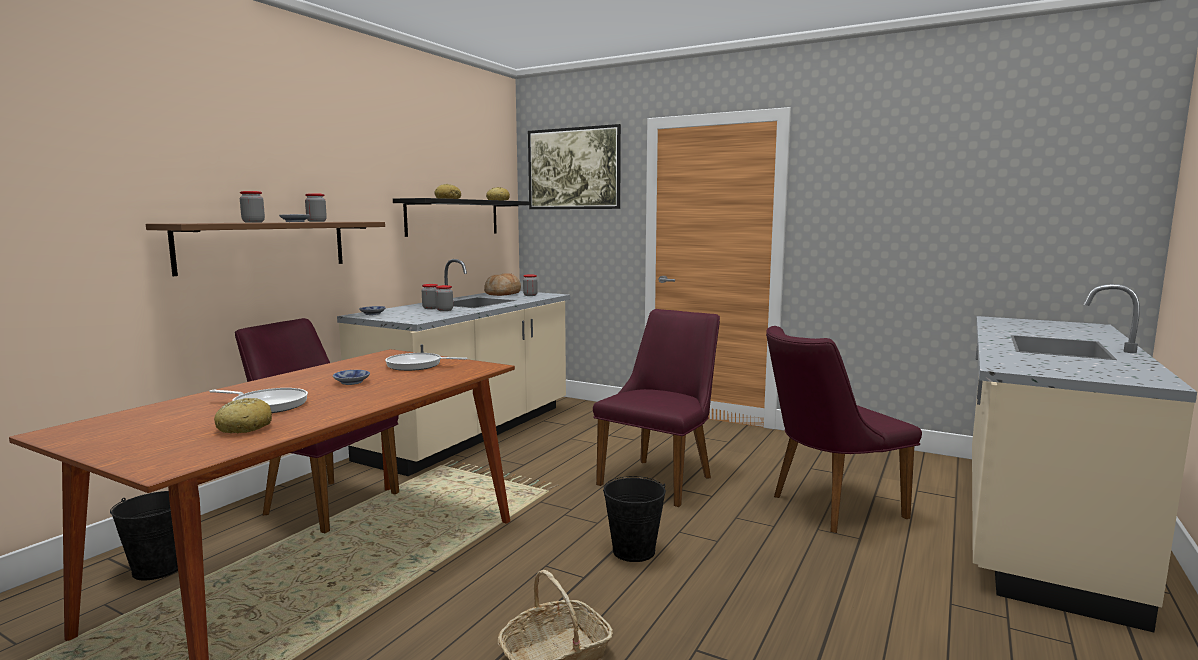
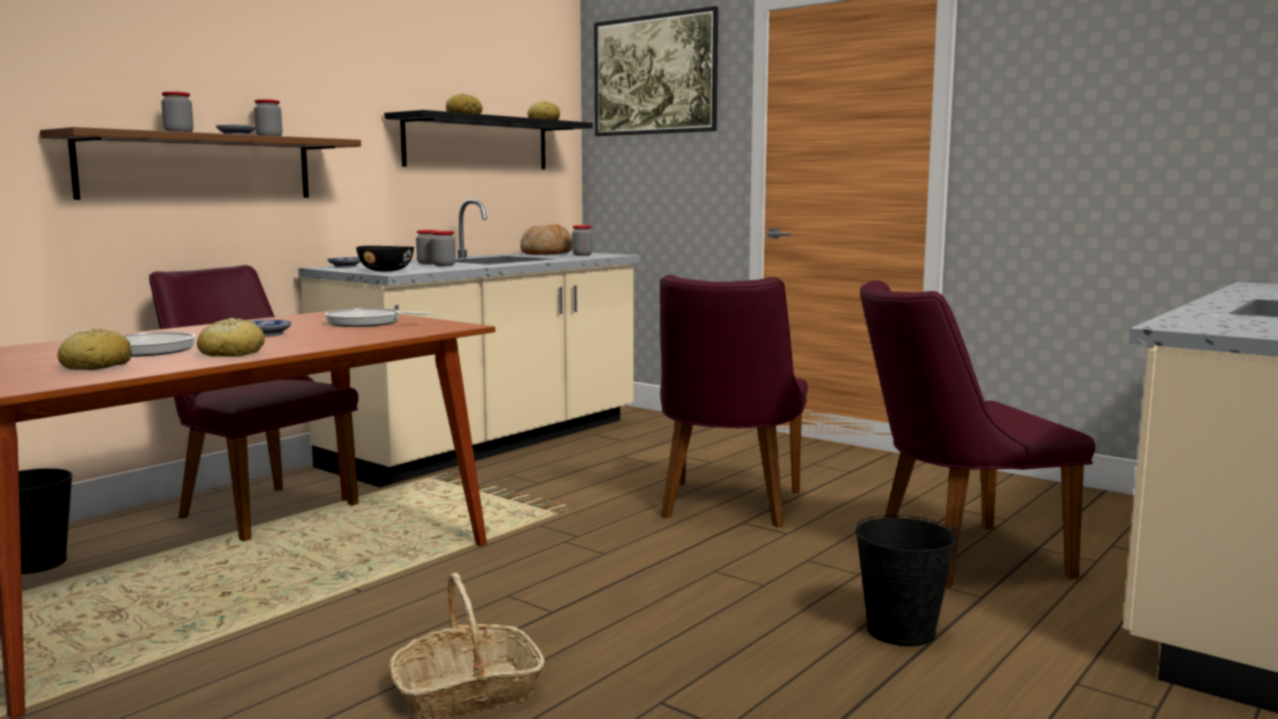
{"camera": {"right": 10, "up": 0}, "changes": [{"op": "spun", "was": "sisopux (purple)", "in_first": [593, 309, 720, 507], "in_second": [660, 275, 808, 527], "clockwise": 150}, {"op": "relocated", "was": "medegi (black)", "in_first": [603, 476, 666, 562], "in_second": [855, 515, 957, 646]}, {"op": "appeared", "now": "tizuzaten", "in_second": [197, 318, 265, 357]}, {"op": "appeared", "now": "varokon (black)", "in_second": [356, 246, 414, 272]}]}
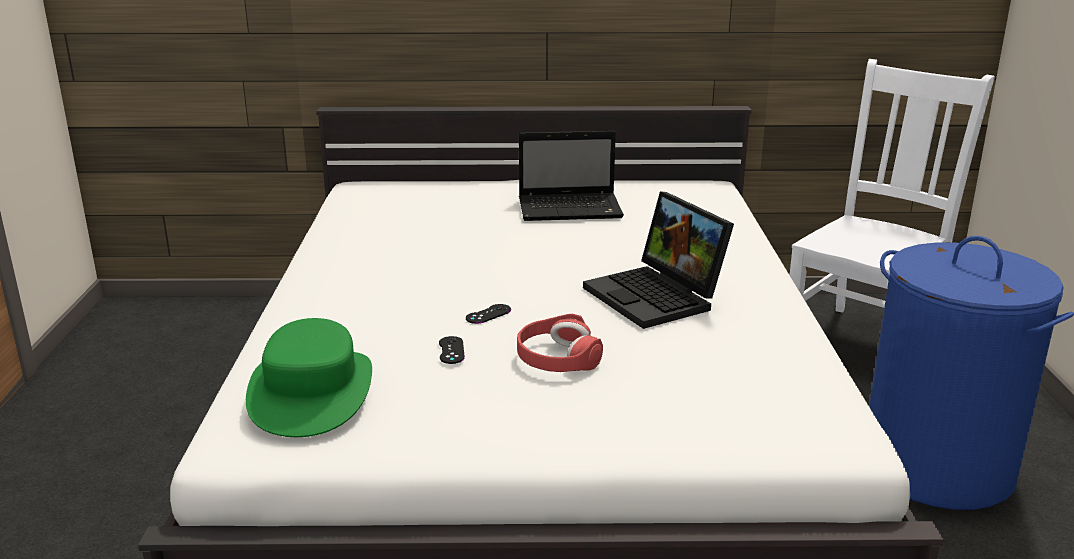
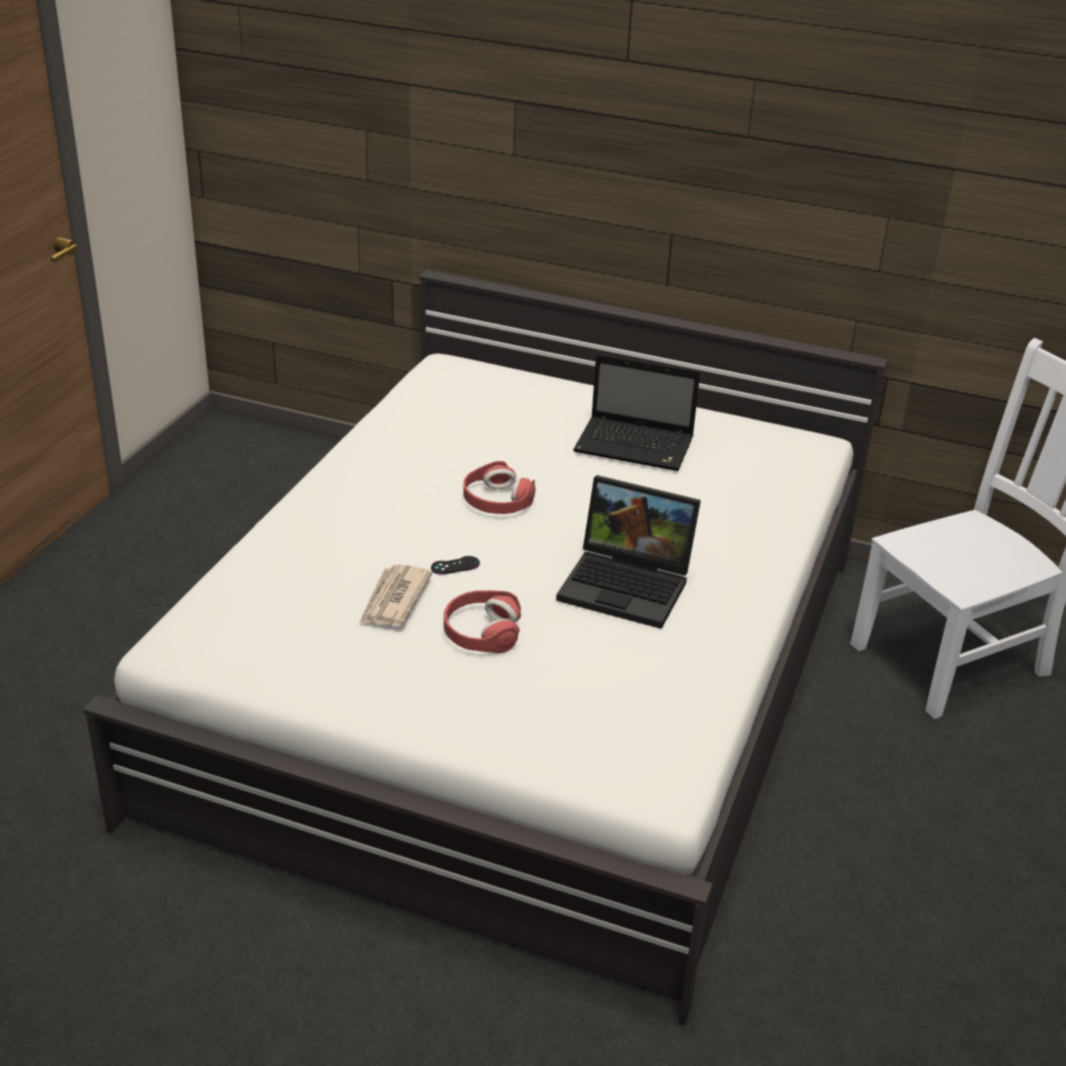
{"camera": {"right": 20, "up": 10}, "changes": [{"op": "missing", "was": "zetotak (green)", "in_first": [246, 318, 372, 437]}, {"op": "exchanged", "was": "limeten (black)", "now": "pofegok", "in_first": [439, 336, 465, 364], "in_second": [360, 564, 433, 626]}, {"op": "spun", "was": "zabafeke", "in_first": [583, 191, 734, 329], "in_second": [556, 475, 701, 629], "clockwise": -60}, {"op": "missing", "was": "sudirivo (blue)", "in_first": [869, 236, 1074, 510]}, {"op": "appeared", "now": "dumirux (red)", "in_second": [463, 461, 535, 514]}]}
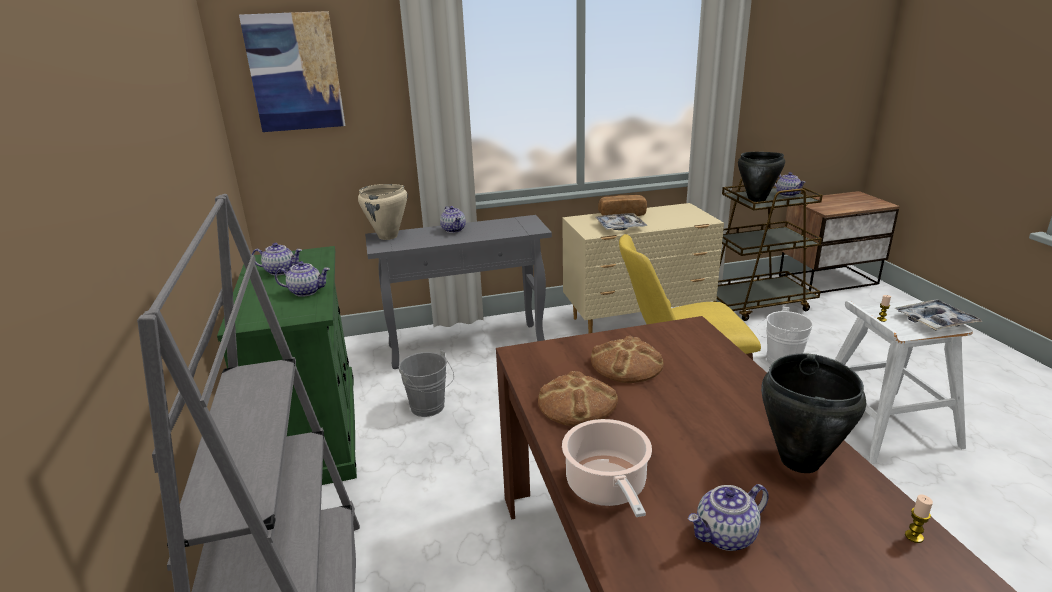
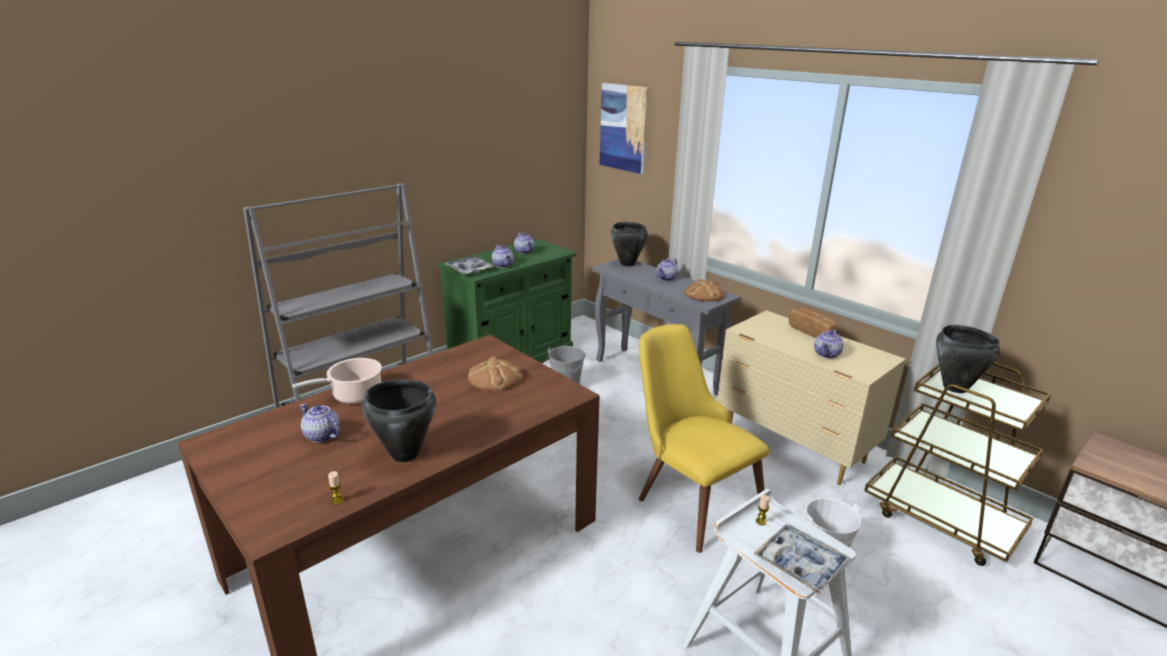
{"camera": {"right": 60, "up": 0}, "changes": [{"op": "colour", "was": "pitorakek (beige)", "now": "pitorakek (black)", "in_first": [358, 184, 407, 240], "in_second": [611, 222, 648, 266]}, {"op": "relocated", "was": "tizuzaten", "in_first": [538, 371, 618, 426], "in_second": [684, 279, 725, 301]}, {"op": "relocated", "was": "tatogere", "in_first": [596, 213, 647, 230], "in_second": [445, 256, 494, 274]}, {"op": "relocated", "was": "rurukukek", "in_first": [774, 172, 806, 197], "in_second": [814, 329, 843, 359]}]}
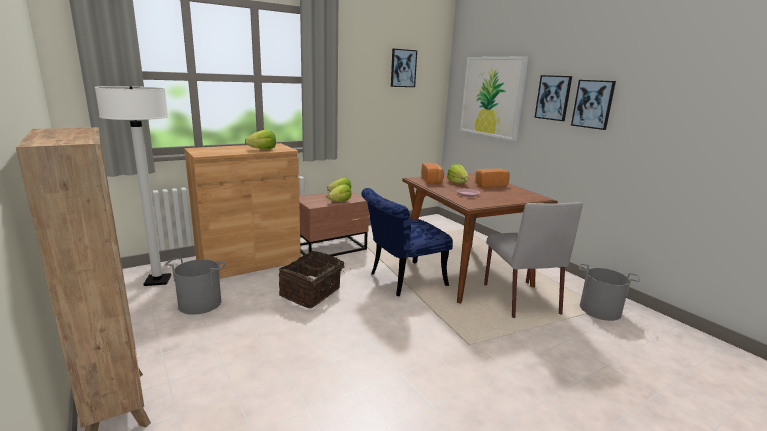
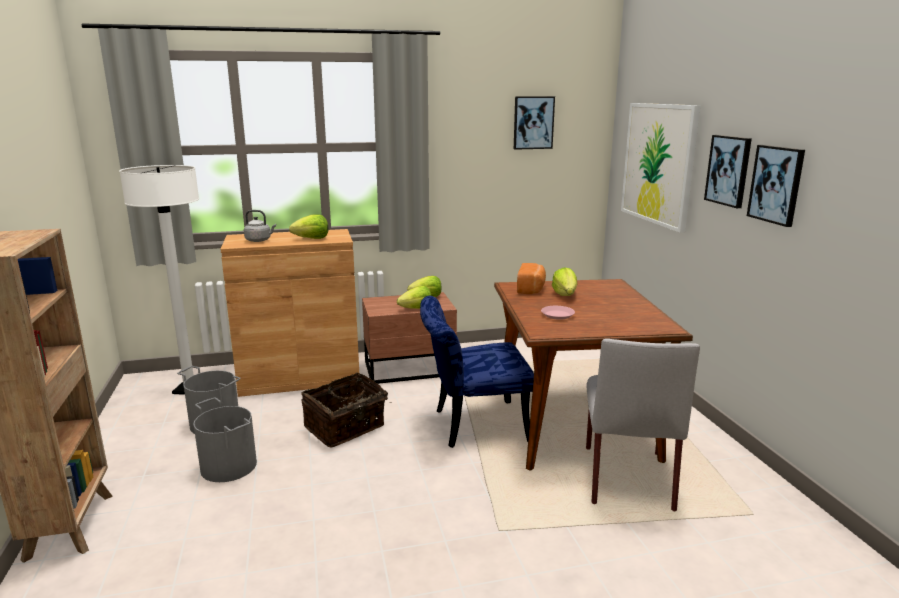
{"camera": {"right": 20, "up": 0}, "changes": [{"op": "missing", "was": "tizuzaten", "in_first": [475, 169, 510, 187]}, {"op": "relocated", "was": "medegi (grey)", "in_first": [579, 263, 640, 321], "in_second": [194, 398, 257, 482]}, {"op": "appeared", "now": "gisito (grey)", "in_second": [244, 210, 276, 242]}]}
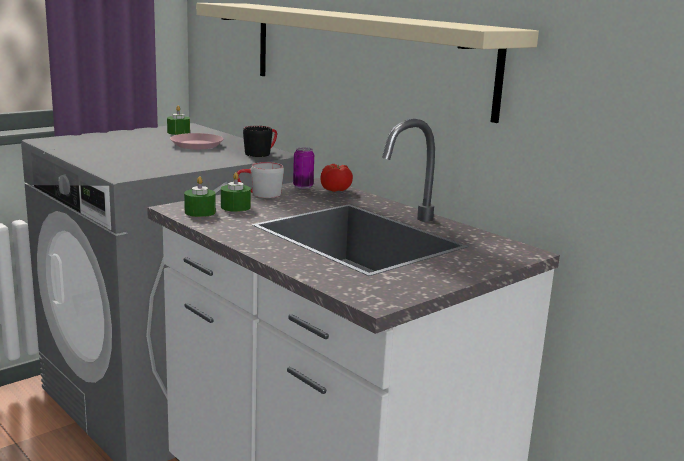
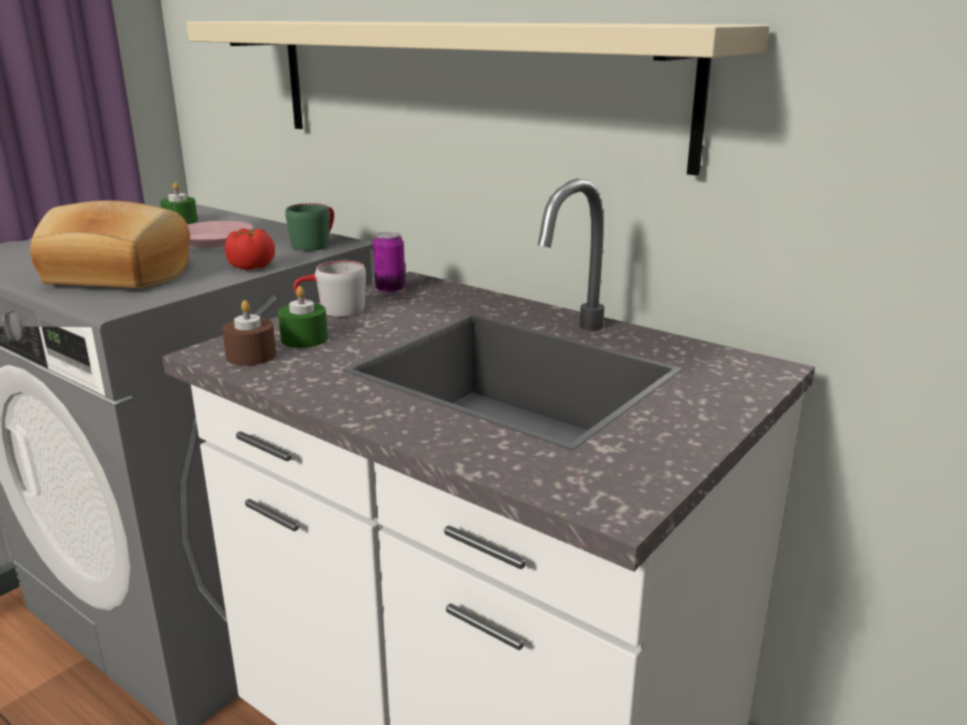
{"camera": {"right": -10, "up": 5}, "changes": [{"op": "colour", "was": "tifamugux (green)", "now": "tifamugux (brown)", "in_first": [184, 177, 216, 217], "in_second": [222, 300, 276, 366]}, {"op": "colour", "was": "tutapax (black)", "now": "tutapax (green)", "in_first": [243, 126, 277, 157], "in_second": [285, 203, 334, 251]}, {"op": "relocated", "was": "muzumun", "in_first": [320, 164, 353, 192], "in_second": [225, 228, 275, 270]}, {"op": "appeared", "now": "tizuzaten", "in_second": [30, 200, 190, 288]}]}
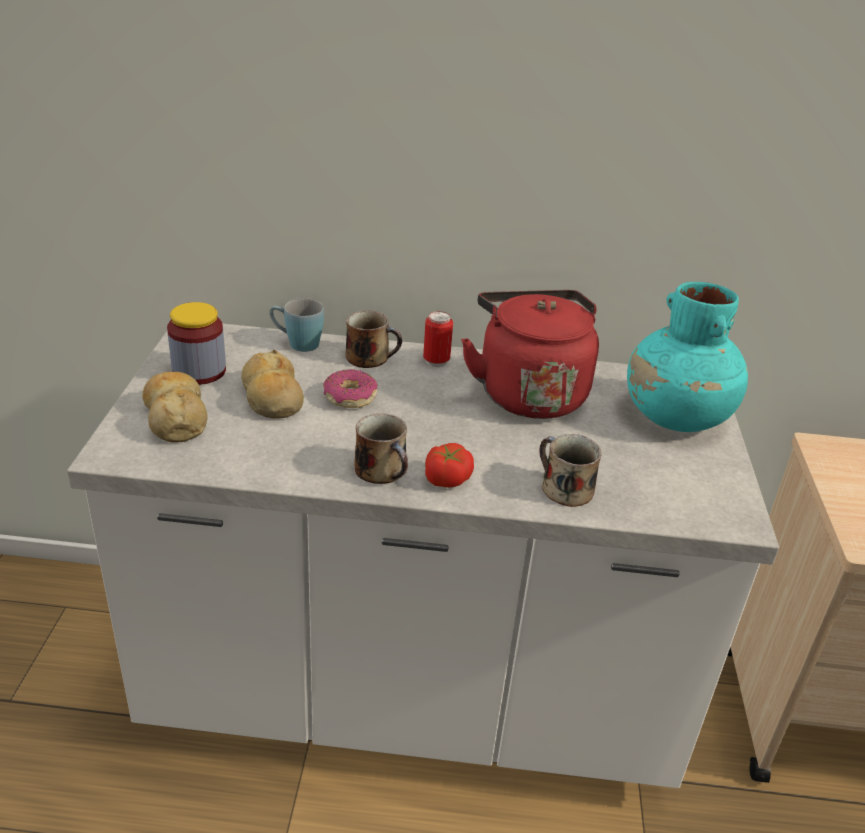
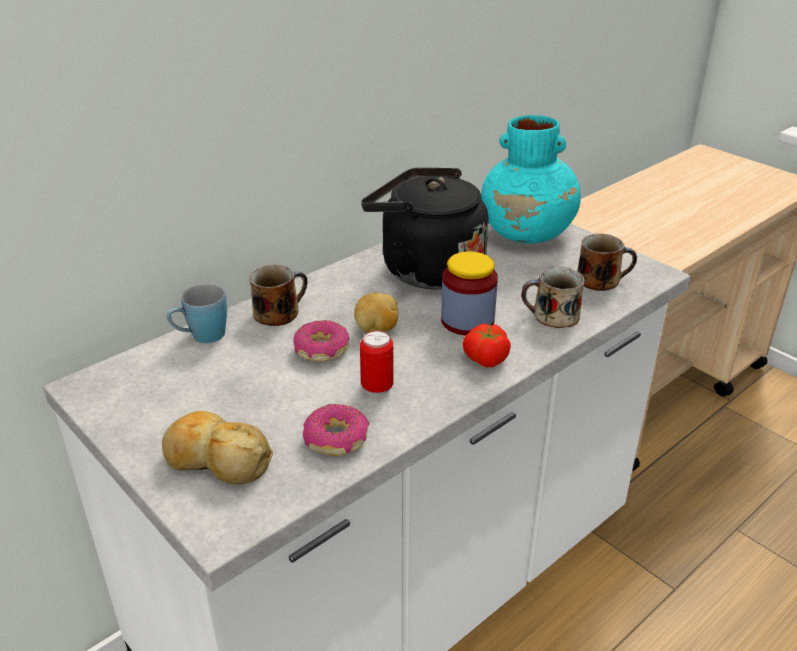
{"camera": {"right": -45, "up": 0}, "changes": [{"op": "relocated", "was": "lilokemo", "in_first": [167, 302, 226, 385], "in_second": [441, 251, 498, 336]}, {"op": "missing", "was": "tizuzaten", "in_first": [241, 349, 304, 418]}, {"op": "relocated", "was": "tutapax", "in_first": [354, 413, 408, 484], "in_second": [577, 234, 637, 291]}, {"op": "relocated", "was": "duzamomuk", "in_first": [423, 311, 453, 367], "in_second": [360, 331, 394, 396]}, {"op": "colour", "was": "gisito (red)", "now": "gisito (black)", "in_first": [461, 290, 599, 419], "in_second": [361, 168, 488, 290]}, {"op": "appeared", "now": "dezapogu", "in_second": [303, 404, 369, 456]}, {"op": "appeared", "now": "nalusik", "in_second": [354, 293, 398, 332]}]}
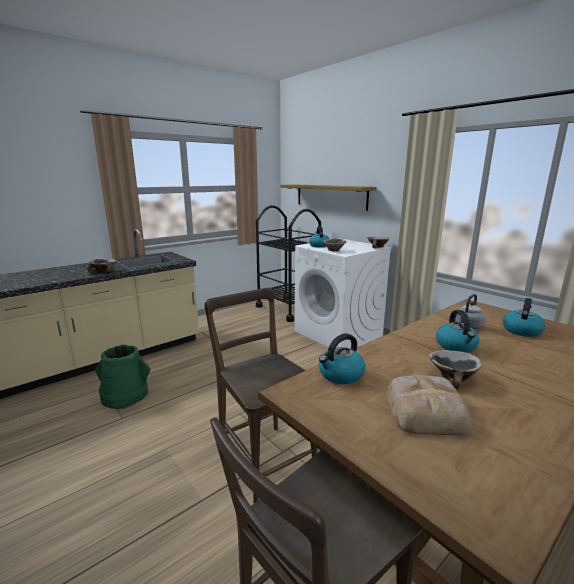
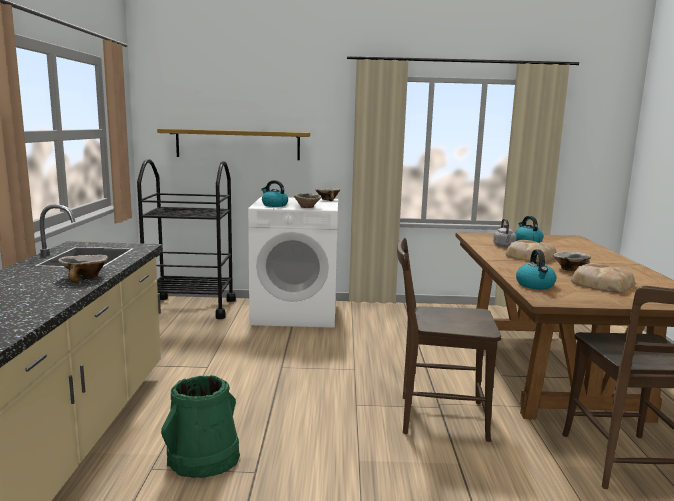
{"camera": {"right": -50, "up": -5}, "changes": [{"op": "exchanged", "was": "gisito", "now": "tizuzaten", "in_first": [436, 310, 479, 353], "in_second": [505, 240, 557, 262]}]}
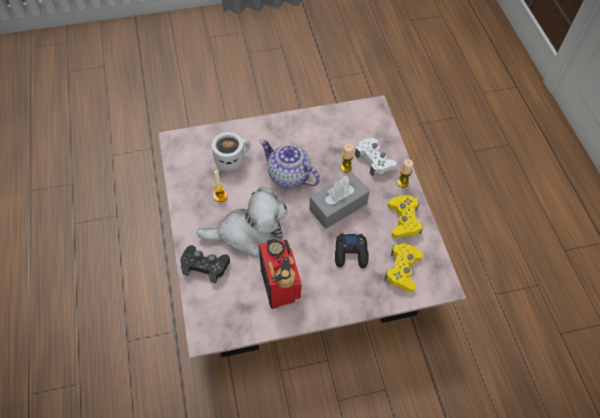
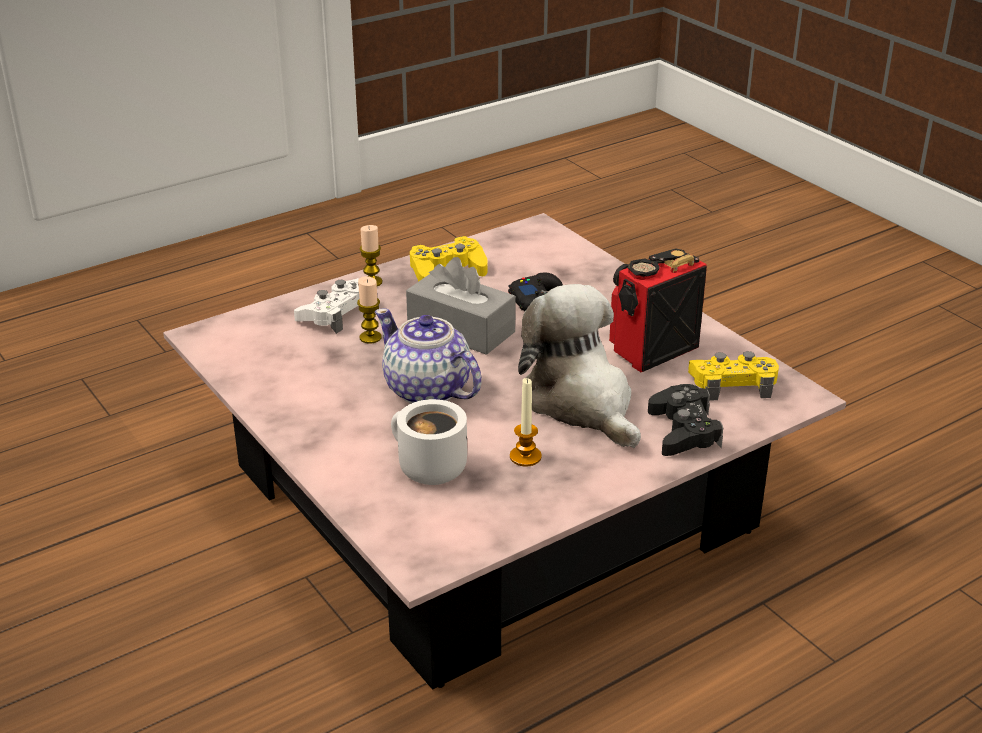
{"camera": {"right": -110, "up": -25}, "changes": [{"op": "spun", "was": "rurukukek", "in_first": [260, 139, 320, 188], "in_second": [375, 309, 482, 403], "clockwise": 120}, {"op": "relocated", "was": "limeten (yellow)", "in_first": [385, 243, 423, 292], "in_second": [688, 351, 779, 401]}]}
